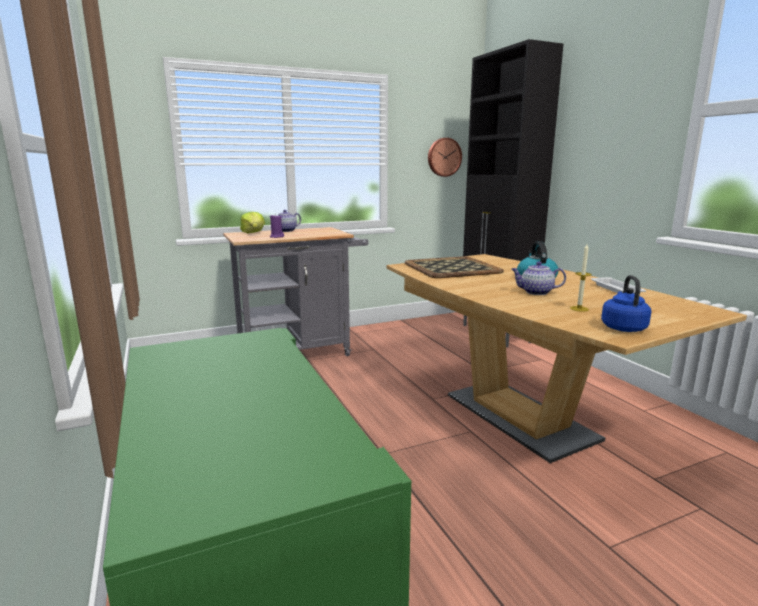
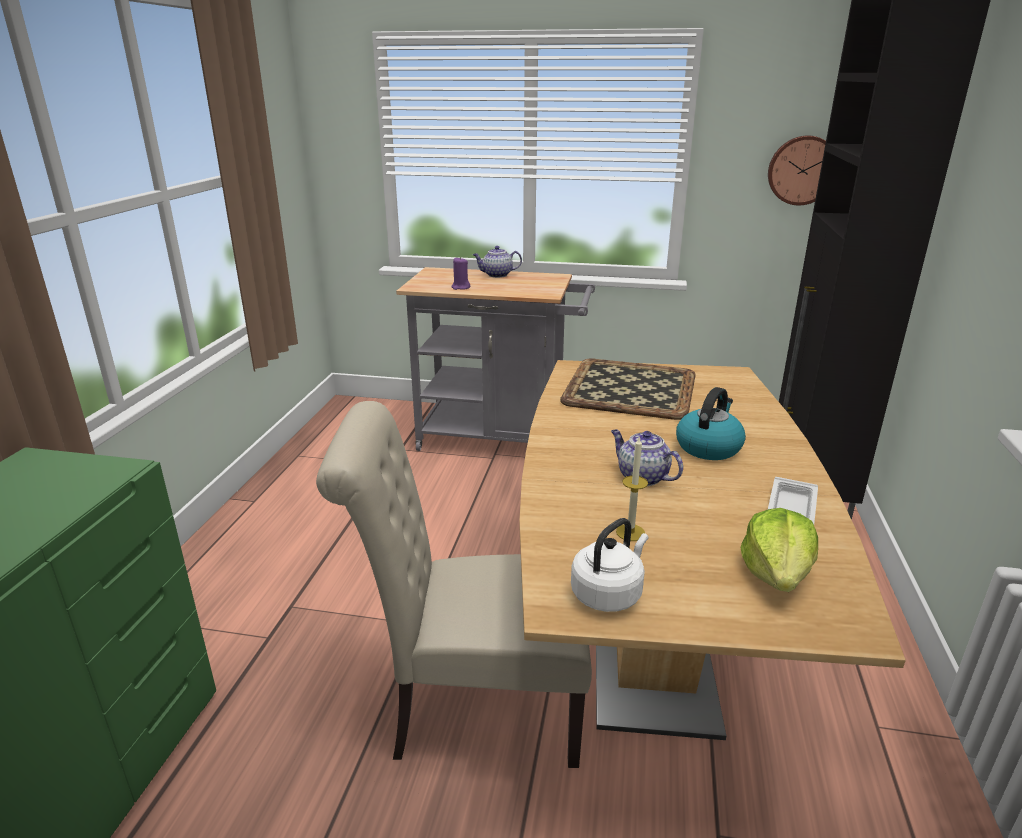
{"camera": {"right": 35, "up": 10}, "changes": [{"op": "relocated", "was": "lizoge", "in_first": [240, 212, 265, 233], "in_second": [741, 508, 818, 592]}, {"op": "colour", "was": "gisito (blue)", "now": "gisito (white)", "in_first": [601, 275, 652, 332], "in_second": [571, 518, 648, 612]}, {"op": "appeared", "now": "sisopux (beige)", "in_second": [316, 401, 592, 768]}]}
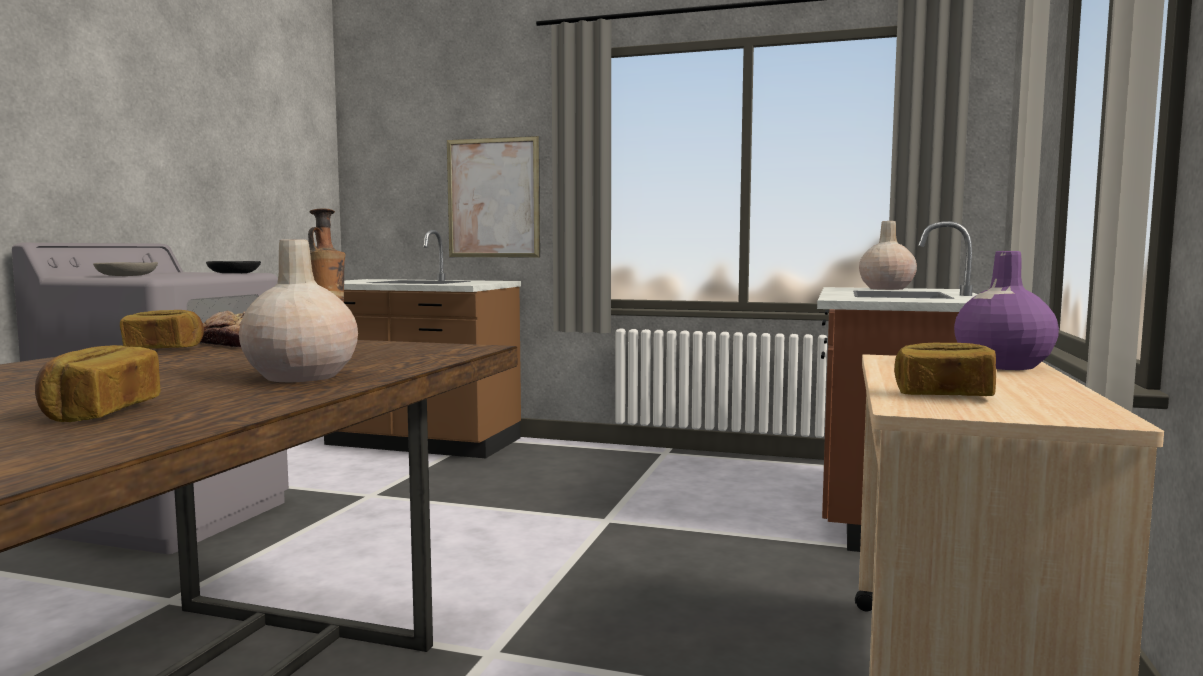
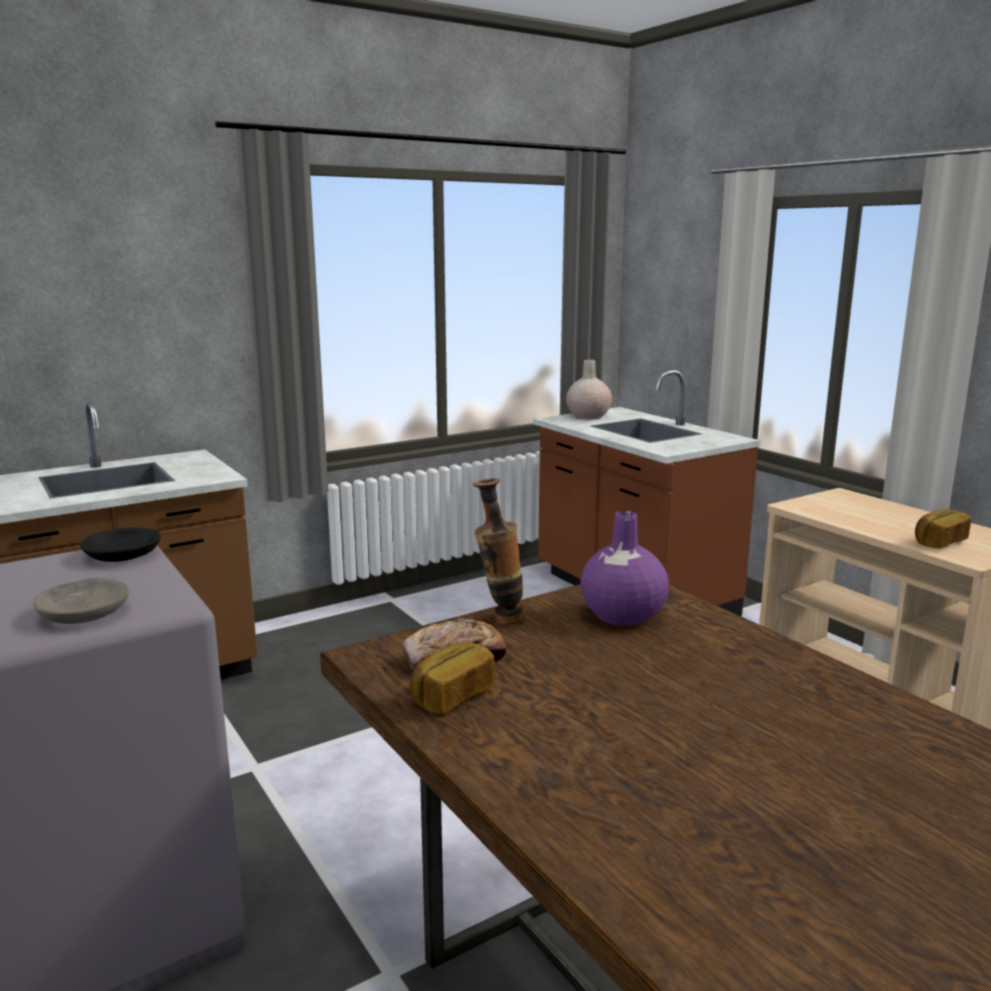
{"camera": {"right": -50, "up": 10}, "changes": [{"op": "missing", "was": "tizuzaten", "in_first": [35, 345, 160, 422]}, {"op": "missing", "was": "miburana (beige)", "in_first": [239, 239, 358, 382]}, {"op": "missing", "was": "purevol", "in_first": [447, 136, 540, 257]}, {"op": "relocated", "was": "miburana (purple)", "in_first": [954, 251, 1059, 370], "in_second": [581, 511, 669, 626]}]}
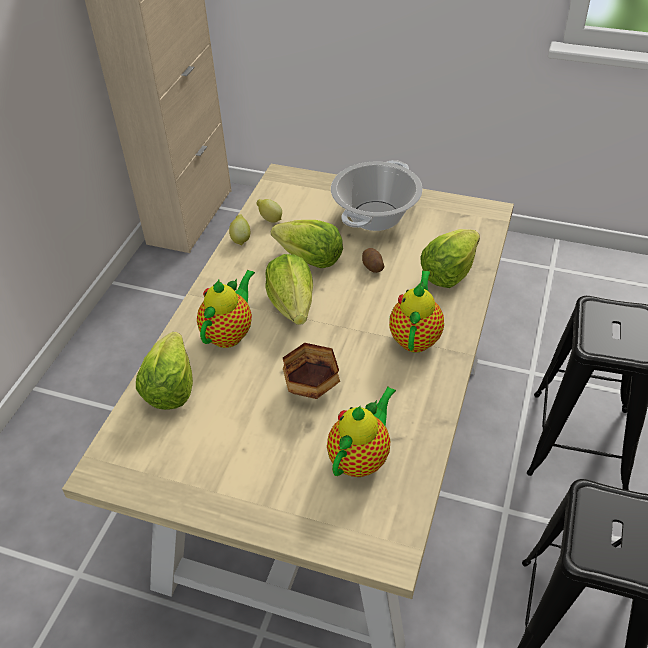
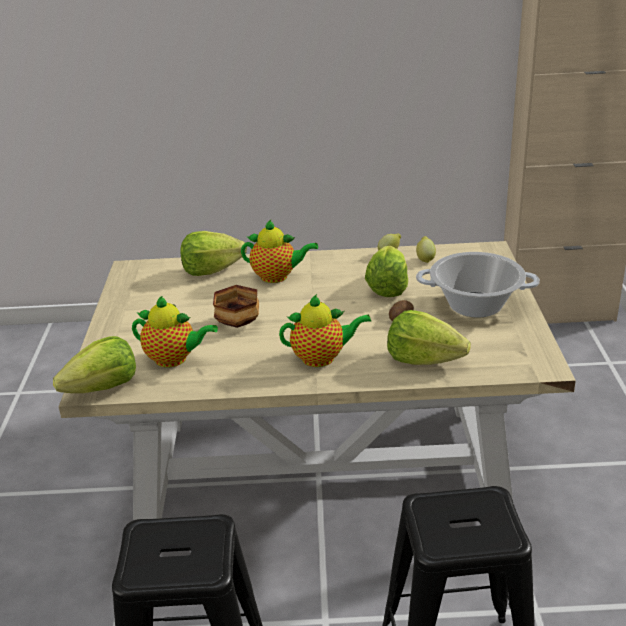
{"camera": {"right": 70, "up": -15}, "changes": [{"op": "relocated", "was": "lizoge", "in_first": [265, 254, 313, 325], "in_second": [53, 336, 136, 393]}]}
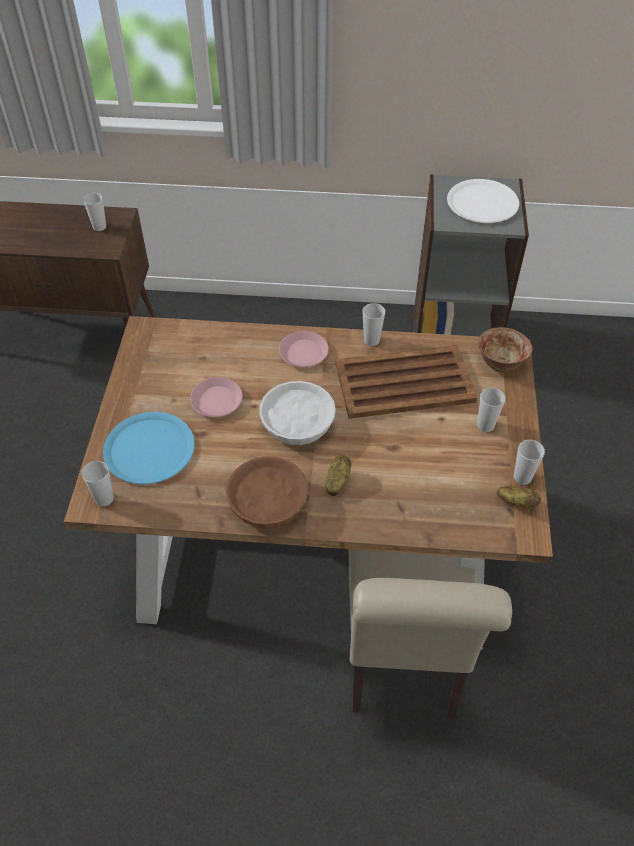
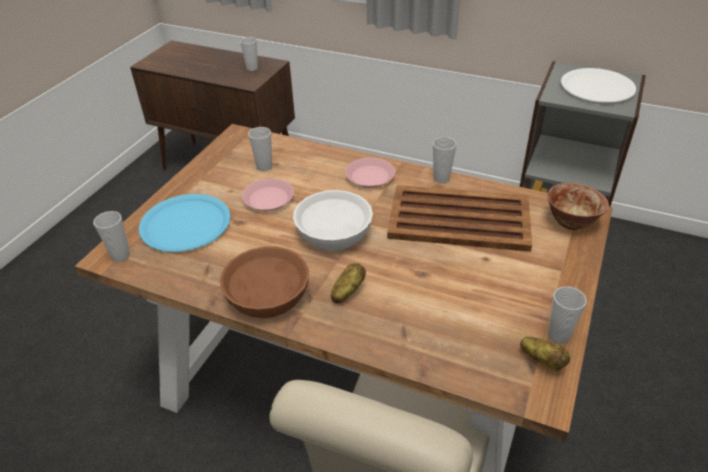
{"camera": {"right": 20, "up": -10}, "changes": [{"op": "relocated", "was": "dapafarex", "in_first": [477, 388, 505, 432], "in_second": [248, 127, 272, 171]}]}
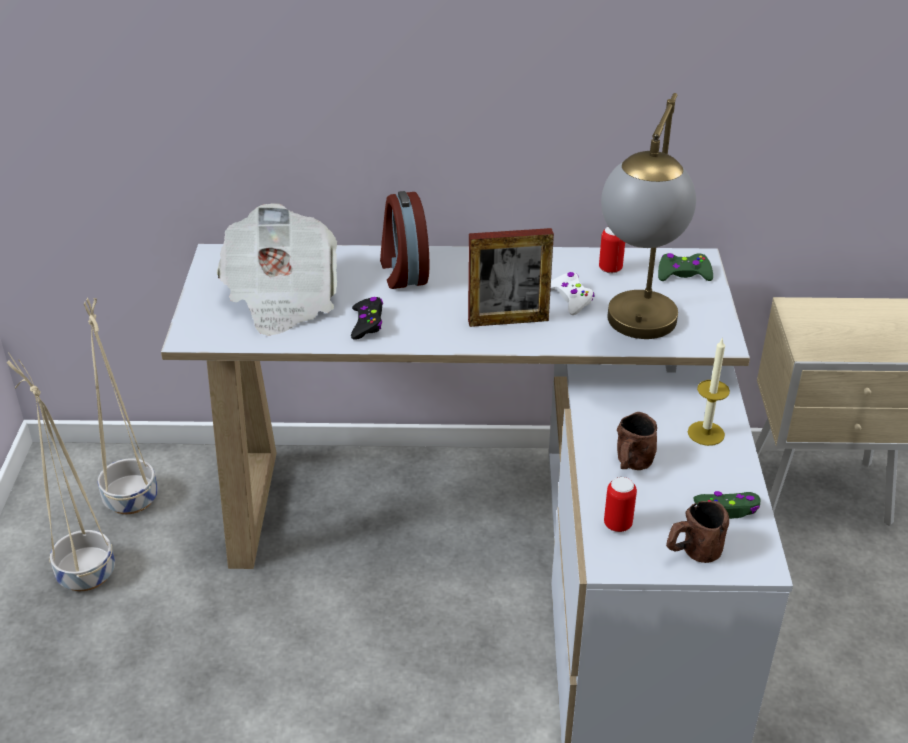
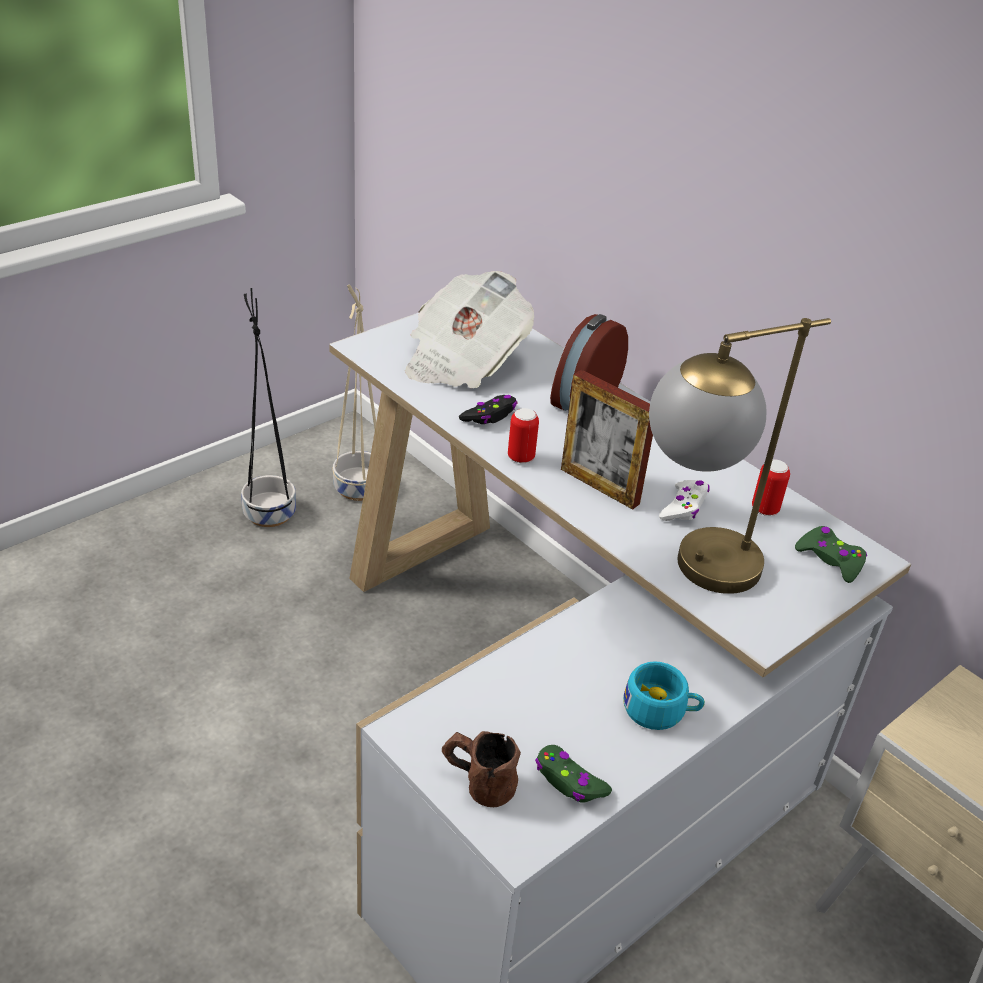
{"camera": {"right": 45, "up": 0}, "changes": [{"op": "colour", "was": "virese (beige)", "now": "virese (black)", "in_first": [6, 352, 115, 591], "in_second": [241, 288, 296, 527]}, {"op": "relocated", "was": "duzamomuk", "in_first": [604, 477, 637, 532], "in_second": [508, 408, 539, 463]}, {"op": "missing", "was": "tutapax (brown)", "in_first": [617, 412, 657, 470]}, {"op": "exchanged", "was": "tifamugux", "now": "dapafarex (turquoise)", "in_first": [688, 337, 730, 446], "in_second": [623, 661, 705, 730]}]}
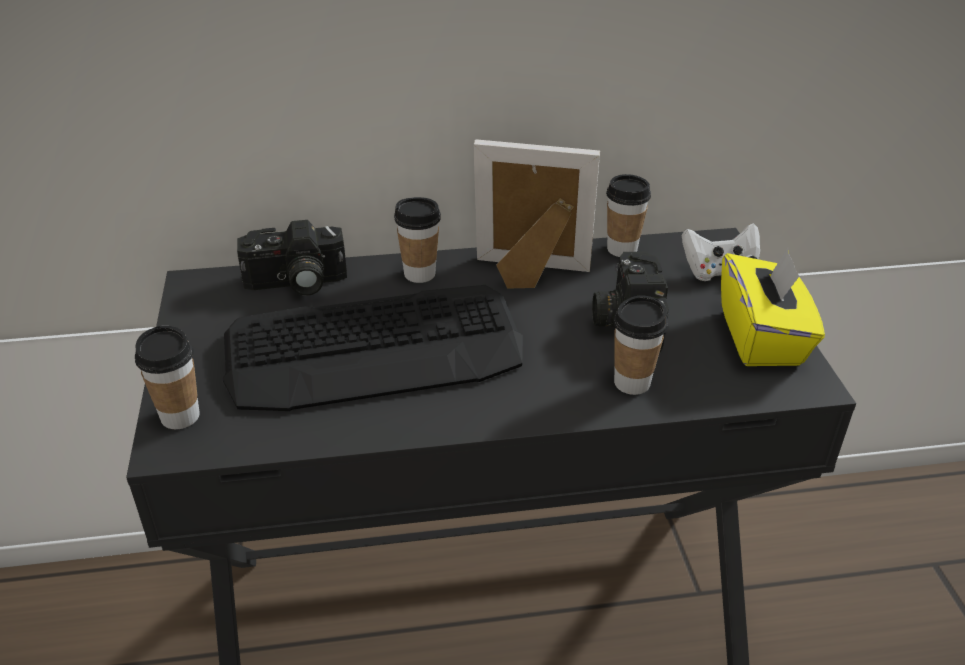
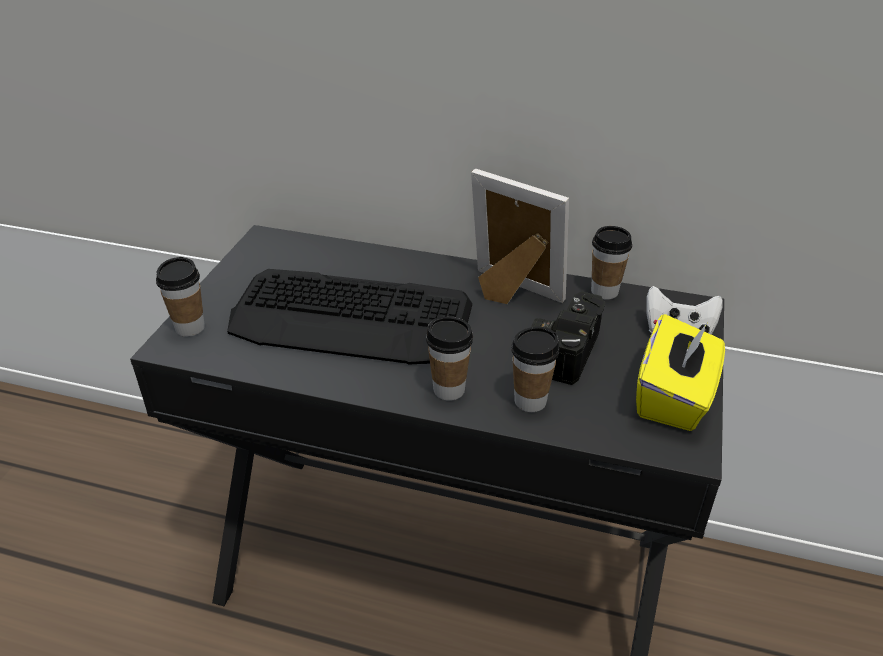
{"camera": {"right": 25, "up": 0}, "changes": [{"op": "missing", "was": "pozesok", "in_first": [237, 220, 347, 296]}, {"op": "relocated", "was": "dapafarex", "in_first": [394, 197, 441, 283], "in_second": [426, 317, 473, 401]}]}
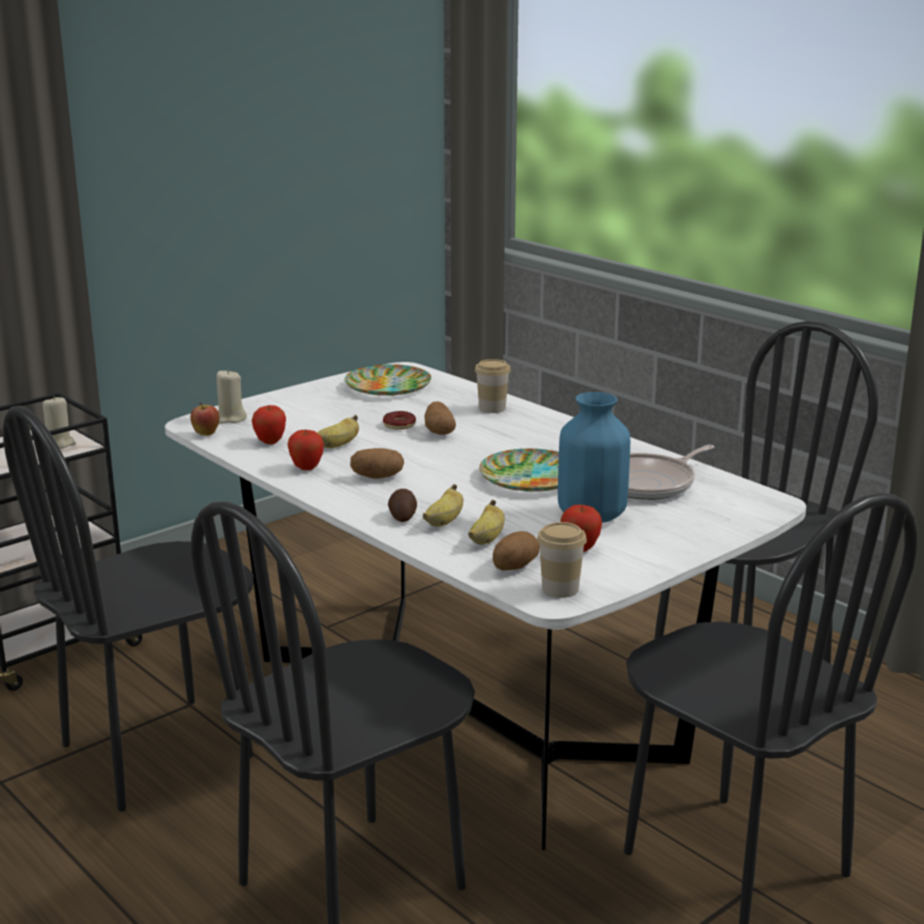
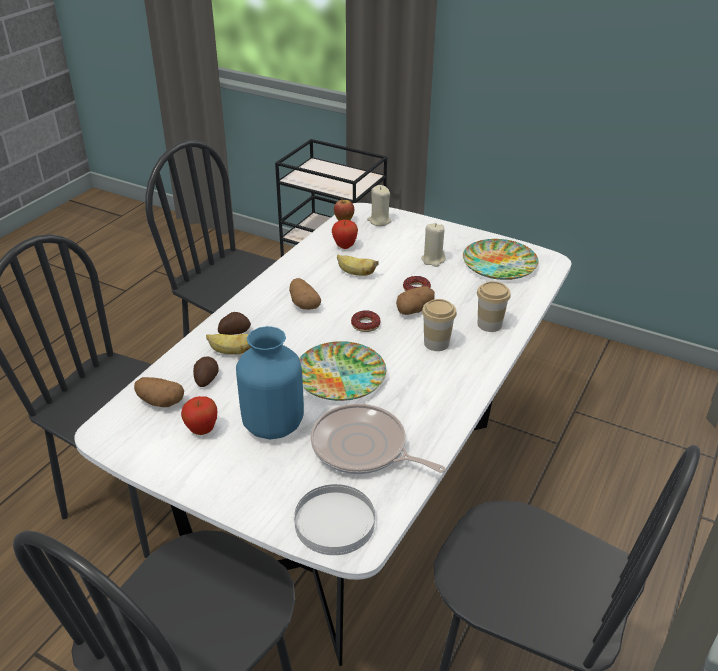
{"camera": {"right": 70, "up": 15}, "changes": [{"op": "relocated", "was": "tifamugux (beige)", "in_first": [43, 396, 76, 449], "in_second": [421, 223, 445, 267]}, {"op": "missing", "was": "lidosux", "in_first": [287, 430, 324, 470]}, {"op": "exchanged", "was": "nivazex", "now": "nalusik", "in_first": [468, 500, 505, 545], "in_second": [193, 356, 219, 387]}, {"op": "relocated", "was": "dapafarex", "in_first": [537, 522, 587, 598], "in_second": [422, 299, 457, 351]}, {"op": "appeared", "now": "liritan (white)", "in_second": [294, 484, 375, 555]}, {"op": "appeared", "now": "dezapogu", "in_second": [351, 310, 381, 332]}]}
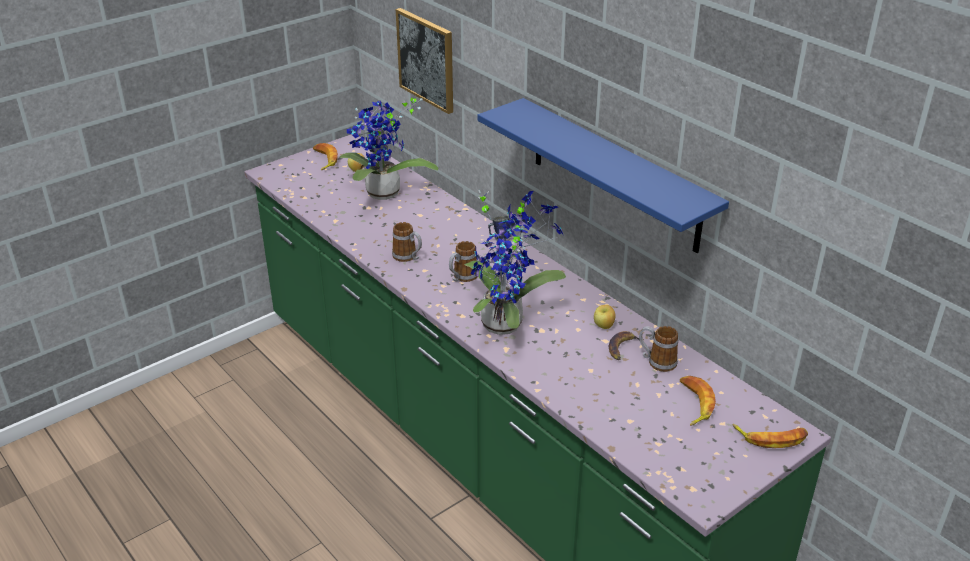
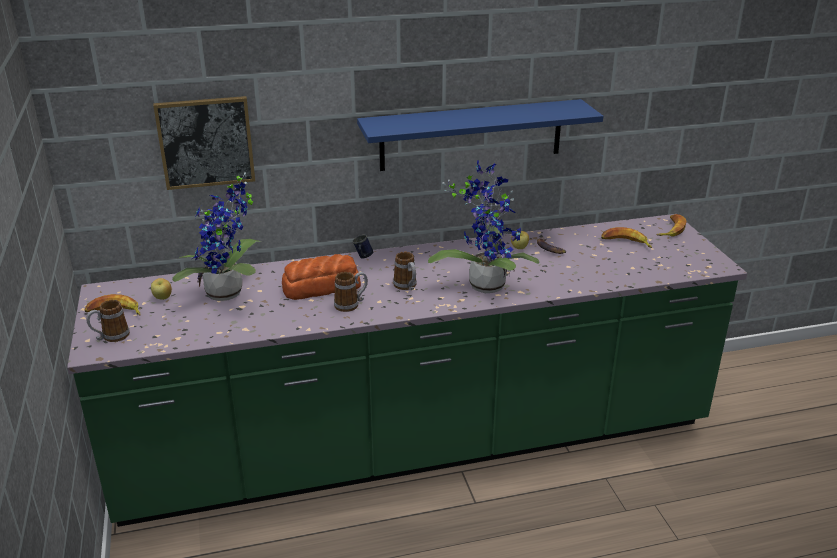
{"camera": {"right": -65, "up": -5}, "changes": [{"op": "relocated", "was": "tutapax", "in_first": [639, 326, 678, 372], "in_second": [86, 300, 130, 342]}, {"op": "appeared", "now": "tizuzaten", "in_second": [282, 254, 361, 300]}]}
